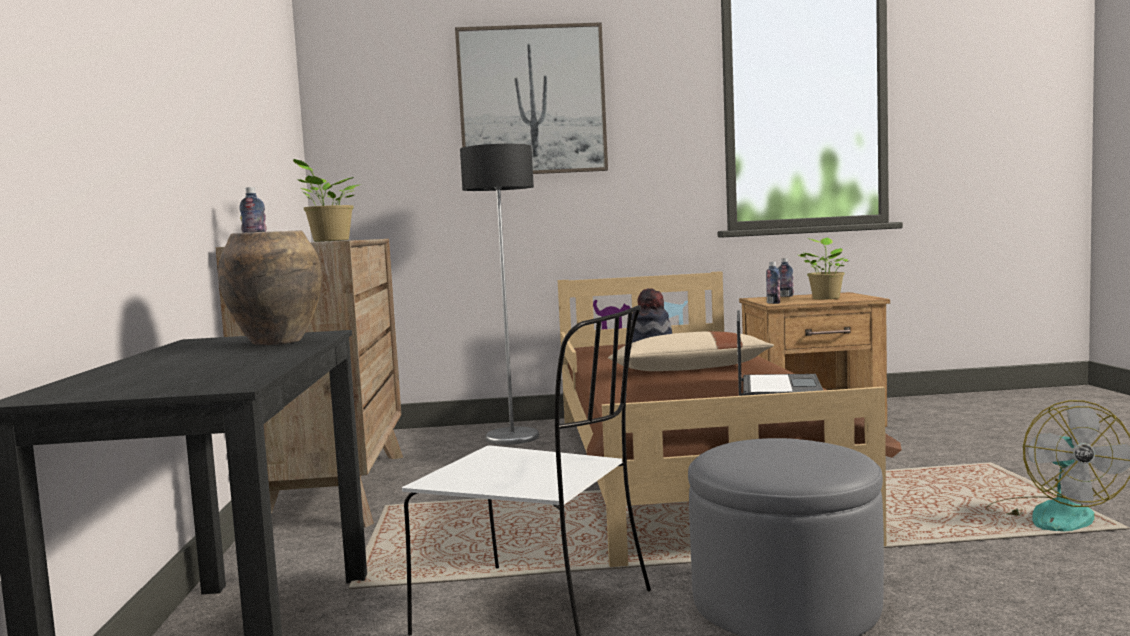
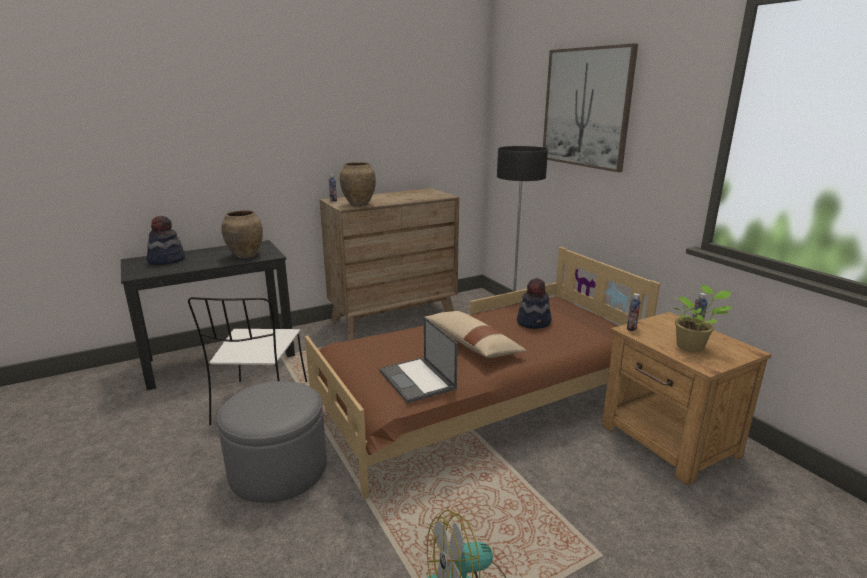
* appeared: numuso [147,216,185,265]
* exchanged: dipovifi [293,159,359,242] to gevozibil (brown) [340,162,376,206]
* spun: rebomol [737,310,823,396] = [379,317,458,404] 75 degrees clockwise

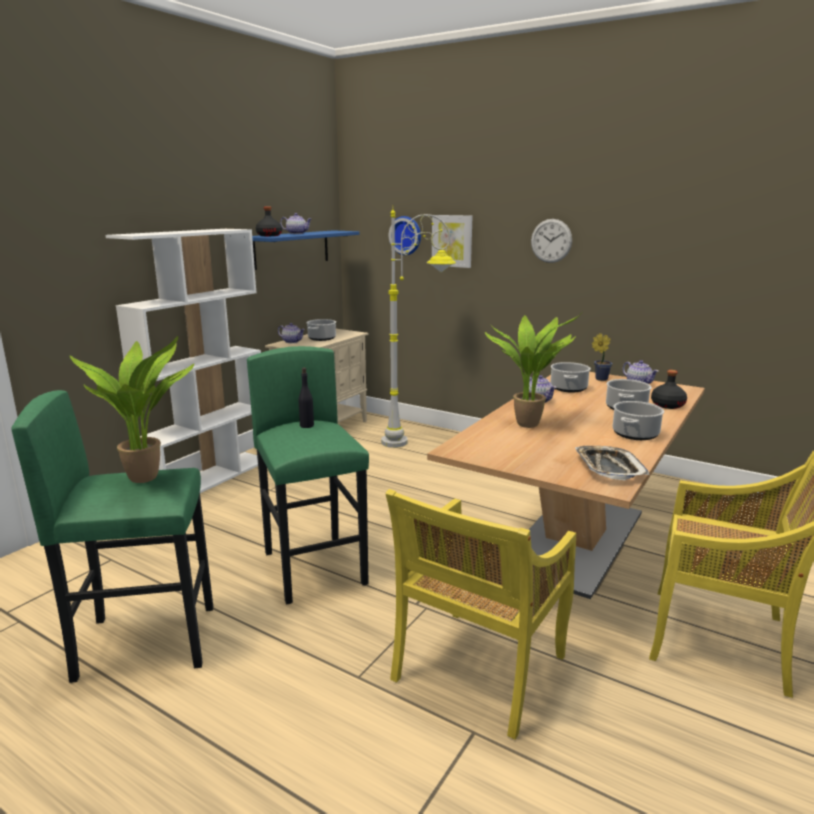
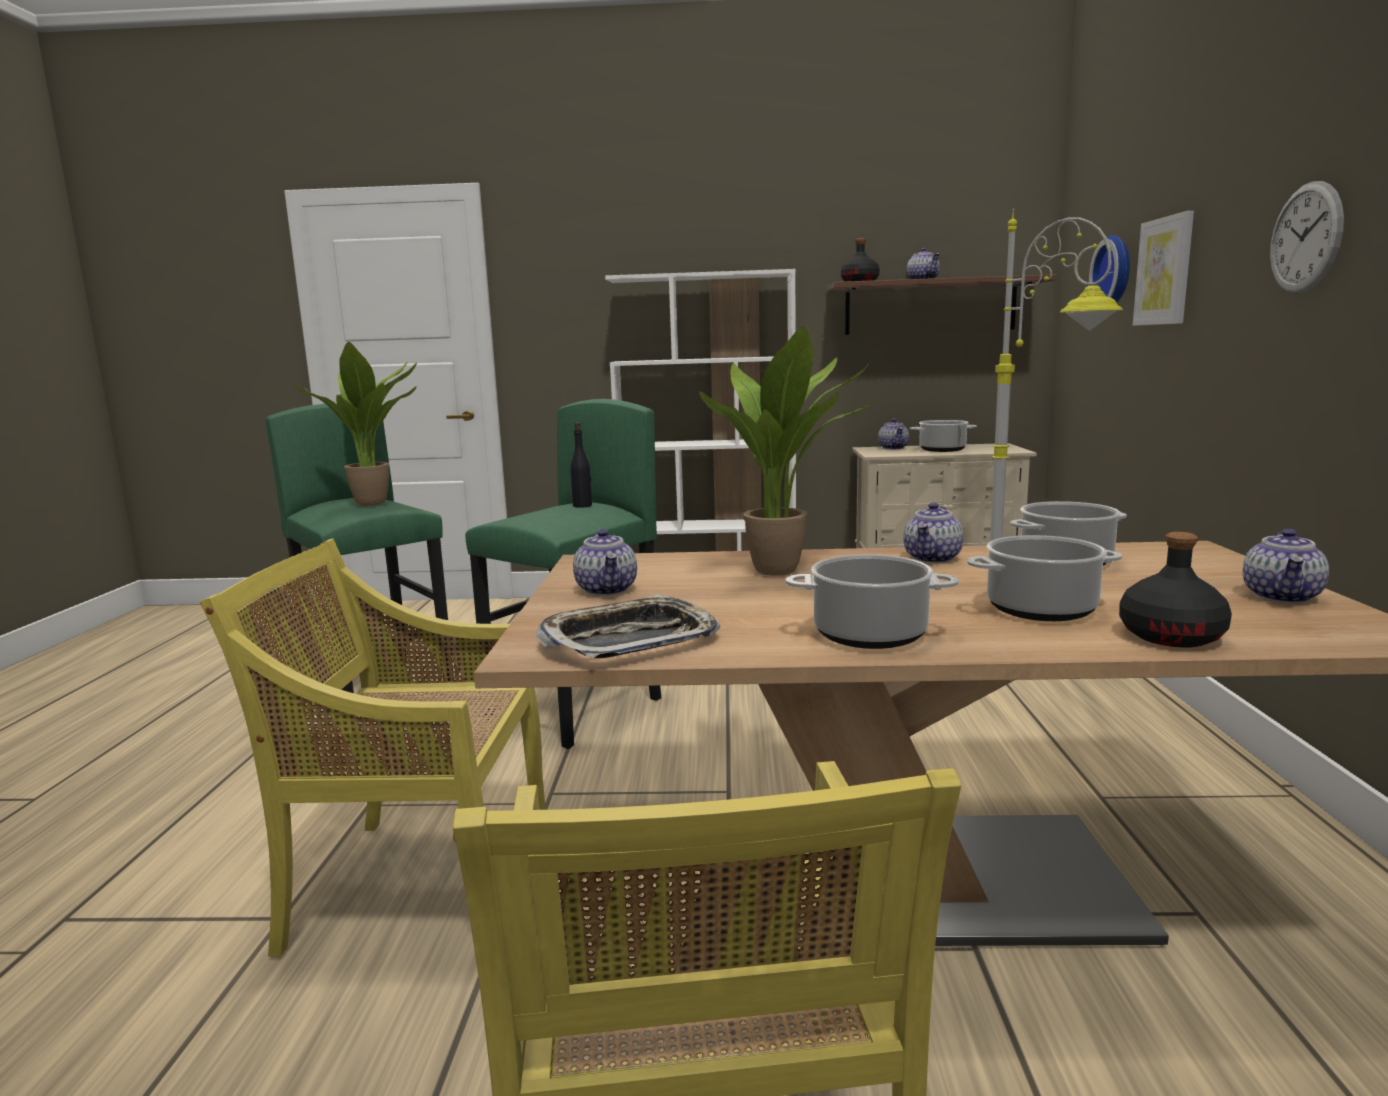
* appeared: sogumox [573,529,637,596]
* colour: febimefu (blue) [252,230,359,270] to febimefu (brown) [827,274,1056,335]
* missing: dipovifi [592,333,613,381]

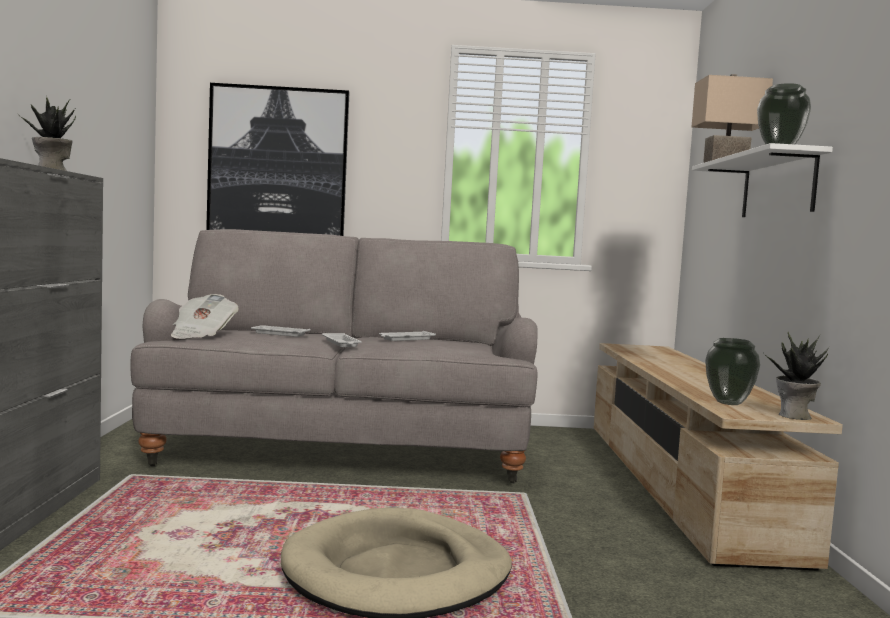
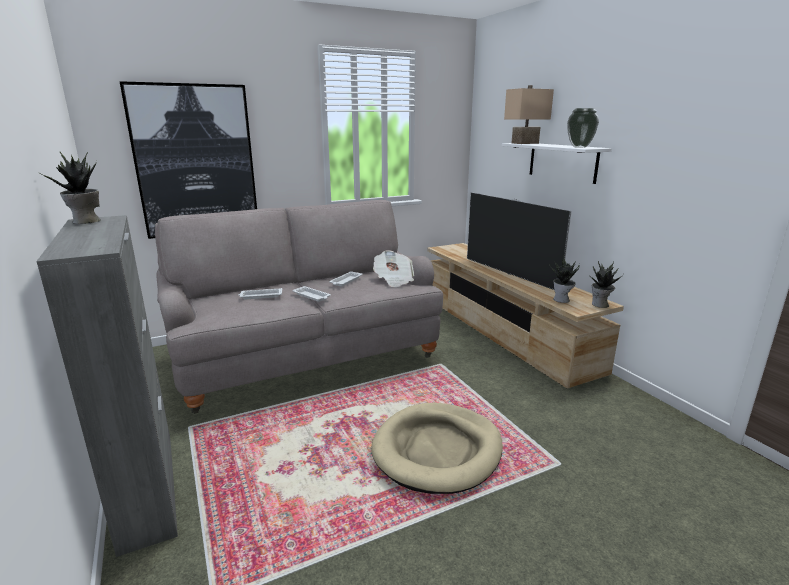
* relocated: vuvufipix [171,294,239,339] to [373,250,414,287]
* appeared: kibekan [467,192,572,290]
* exchanged: gevozibil [705,338,760,405] to dipovifi [549,259,580,303]

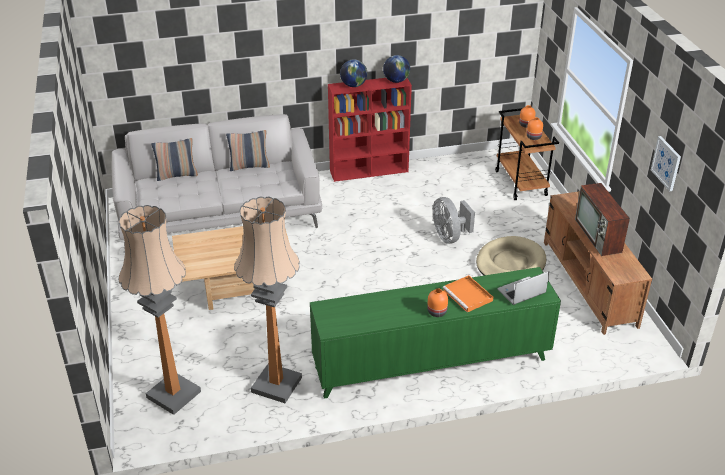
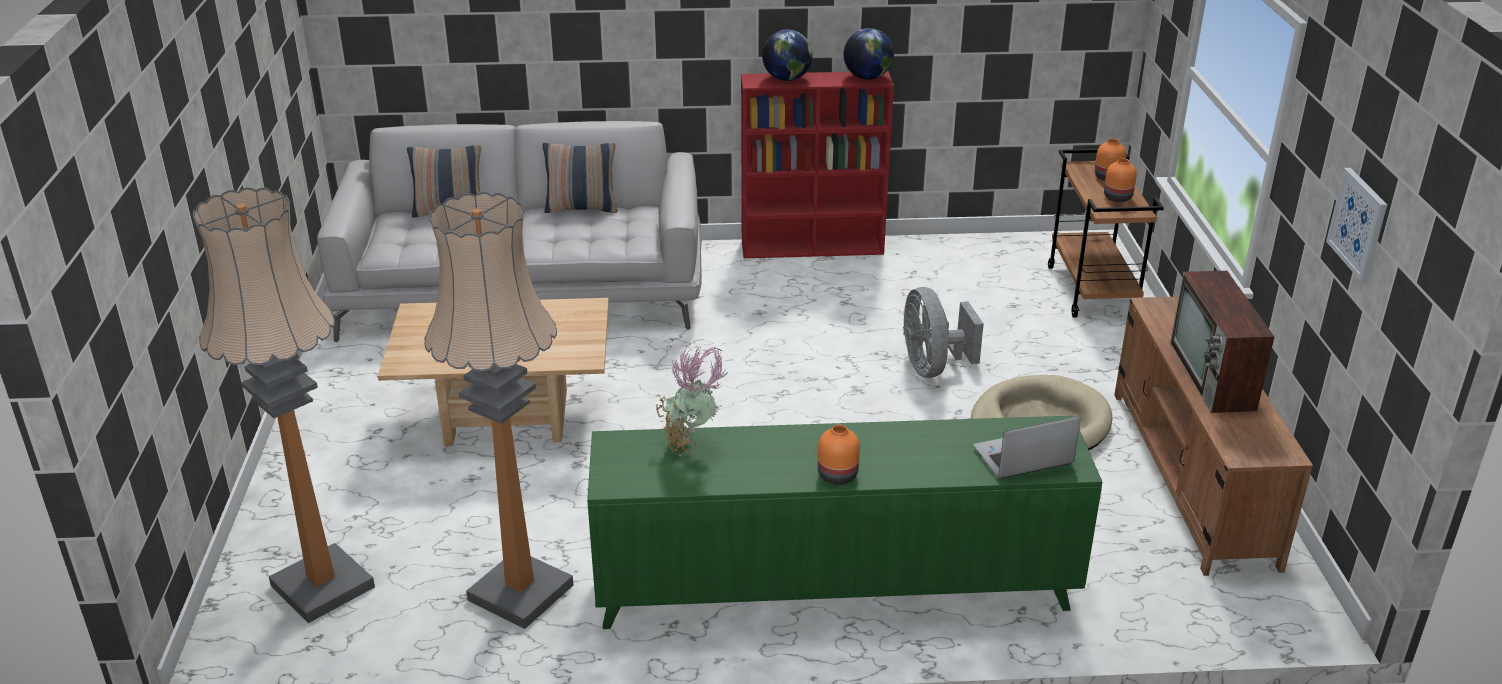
* appeared: dipovifi [656,347,729,457]
* missing: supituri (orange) [443,275,493,312]

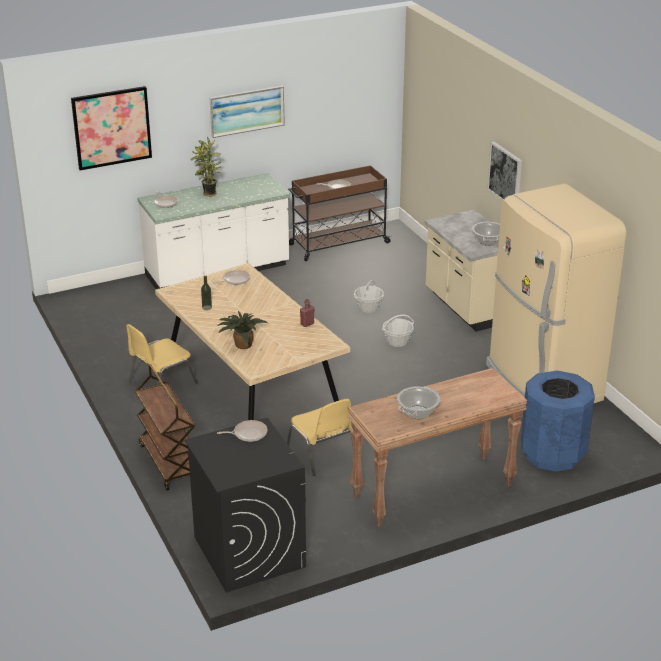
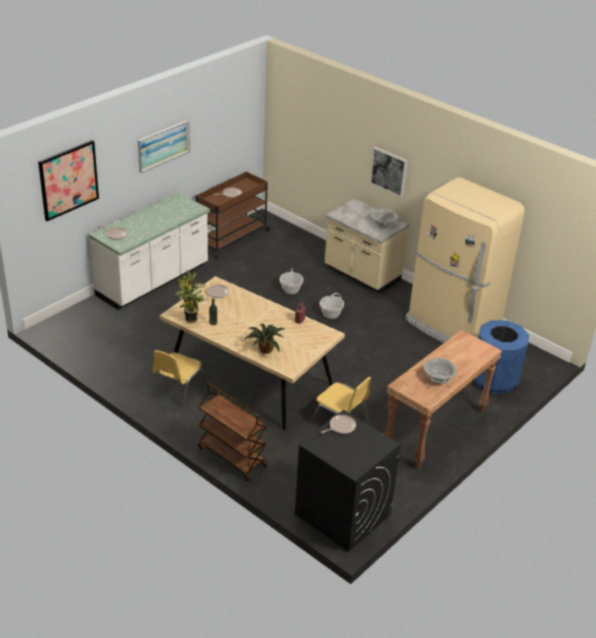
* relocated: dipovifi [190,137,221,197] to [176,270,205,323]

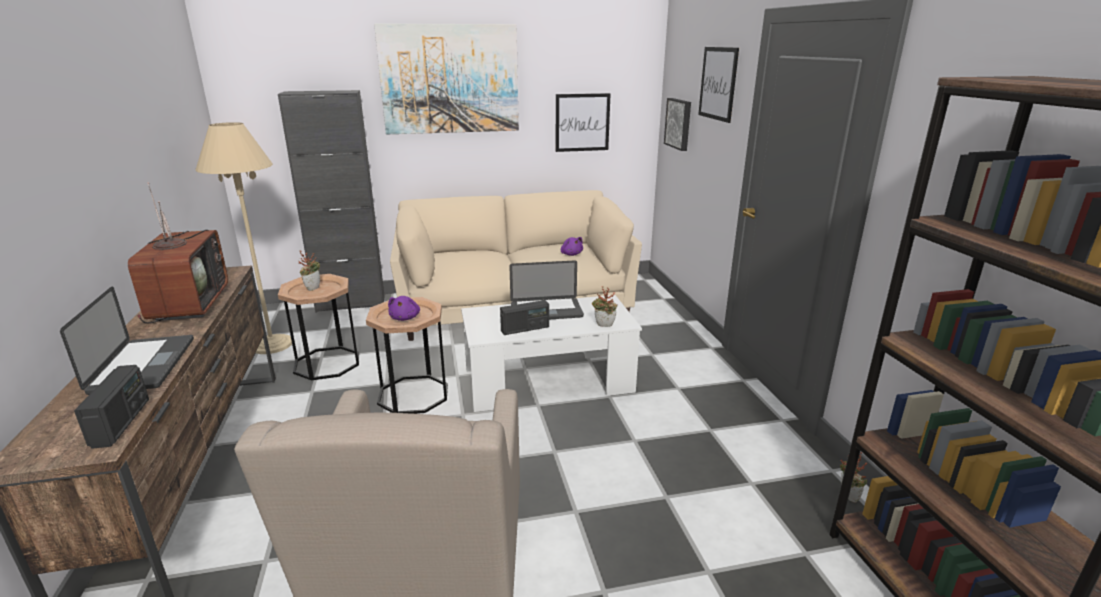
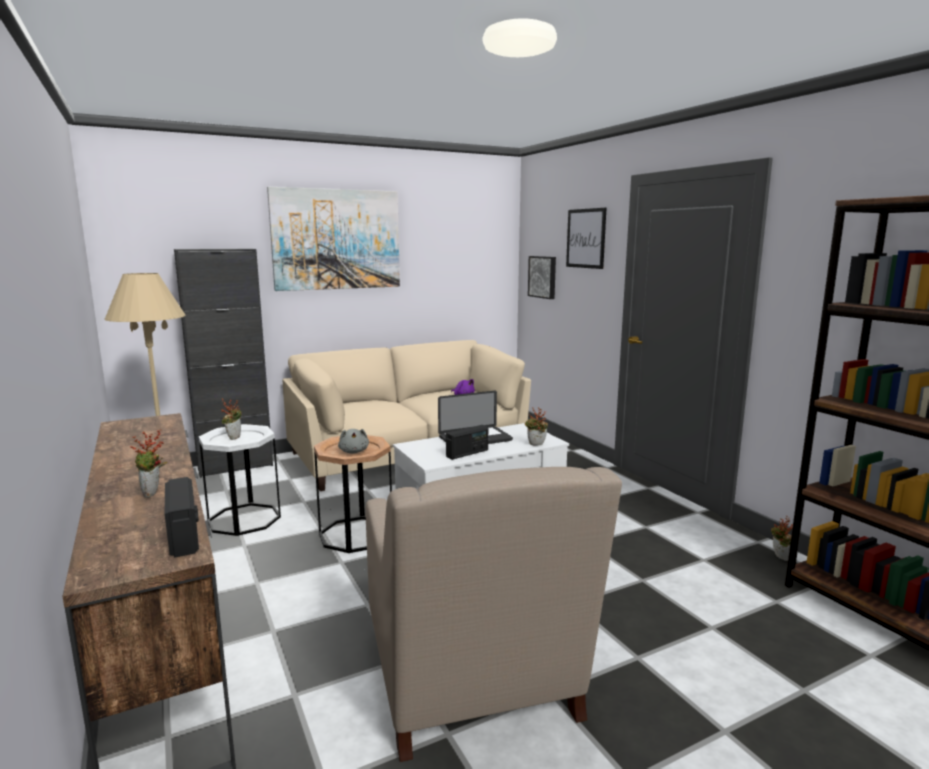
* exchanged: rebomol [60,287,194,395] to dipovifi [130,430,167,498]
* colour: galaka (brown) [278,274,359,380] to galaka (white) [199,424,281,536]
* colour: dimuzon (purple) [388,296,420,321] to dimuzon (grey) [338,429,369,454]
* missing: kibekan [128,182,228,323]
* missing: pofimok [556,93,611,152]

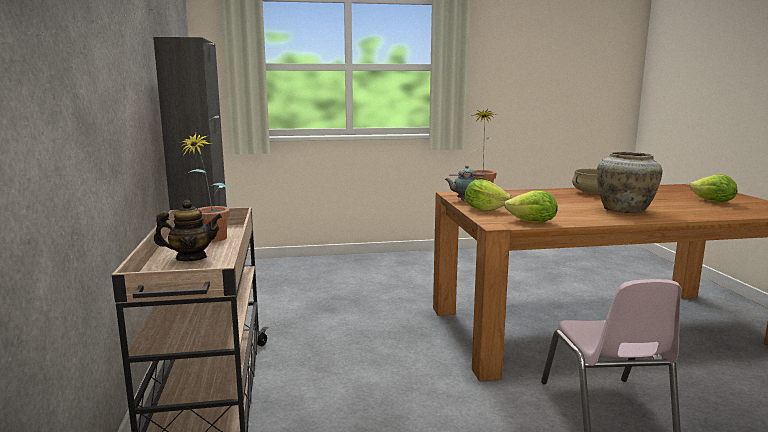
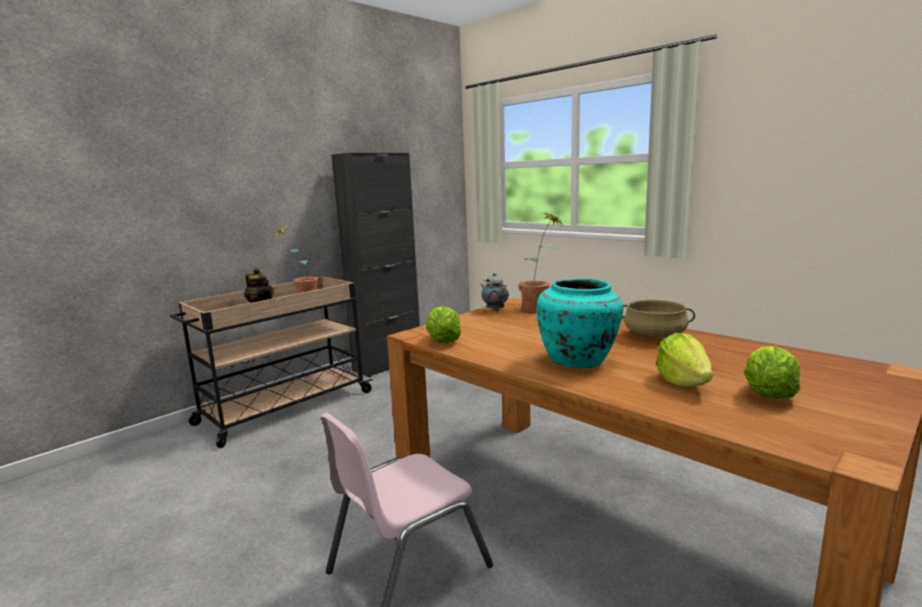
* colour: gevozibil (beige) [596,152,662,213] to gevozibil (turquoise) [537,279,623,368]
* relocated: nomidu [465,179,512,211] to [656,333,713,387]

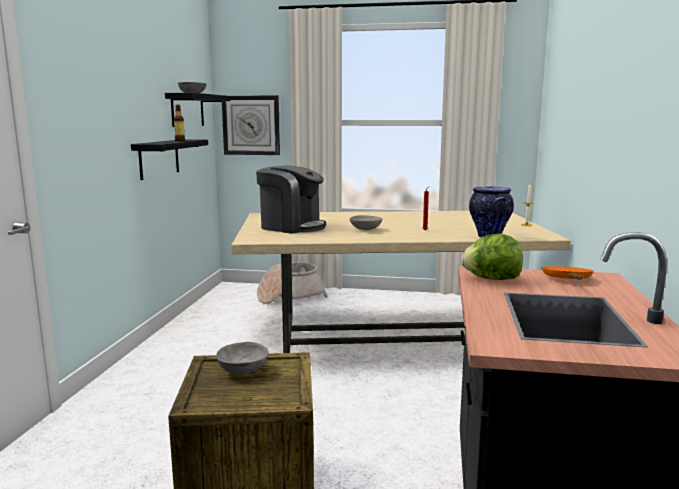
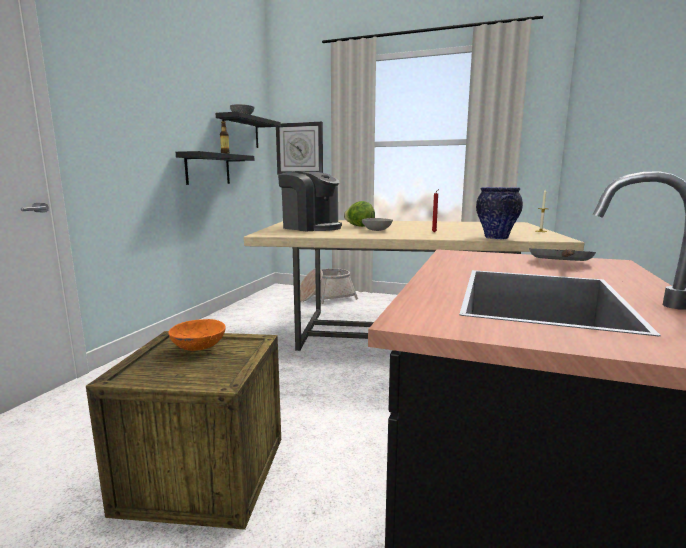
* colour: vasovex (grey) [216,342,269,375] to vasovex (orange) [168,319,226,351]
* relocated: nomidu [461,234,523,280] to [344,201,375,227]
* colour: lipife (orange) [542,266,594,280] to lipife (grey) [529,248,596,261]

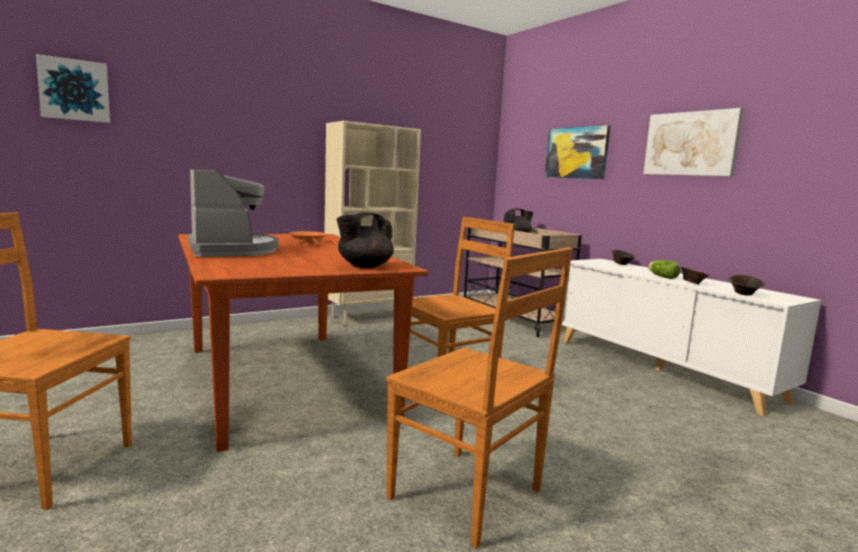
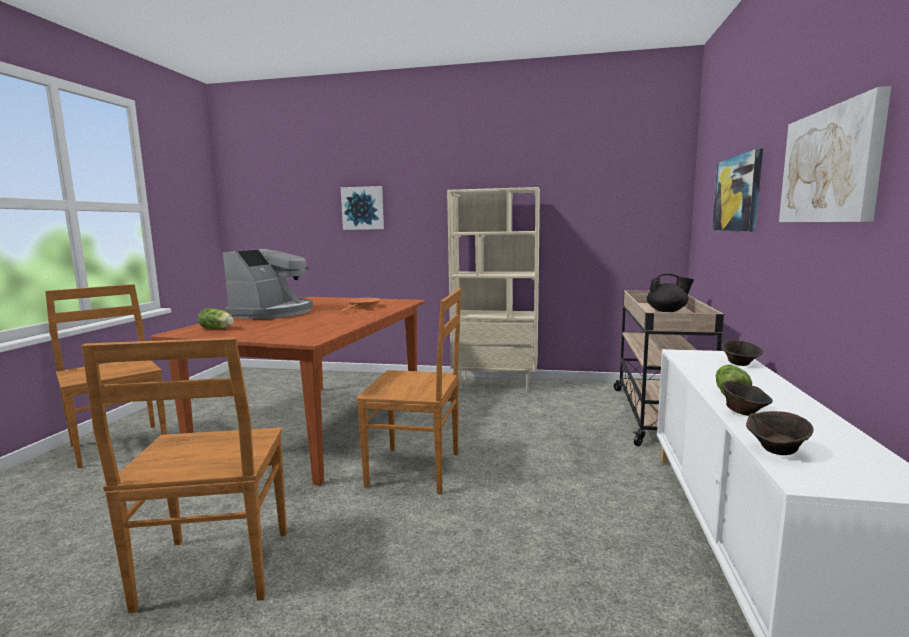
* appeared: nomidu [198,308,234,329]
* relocated: pofimok [36,54,110,123] to [341,186,384,230]
* missing: sogumox (black) [337,212,394,268]

